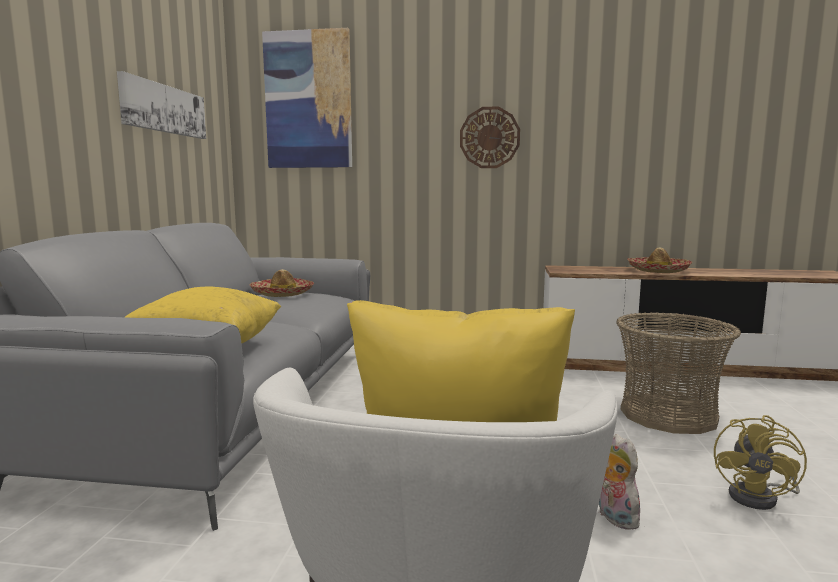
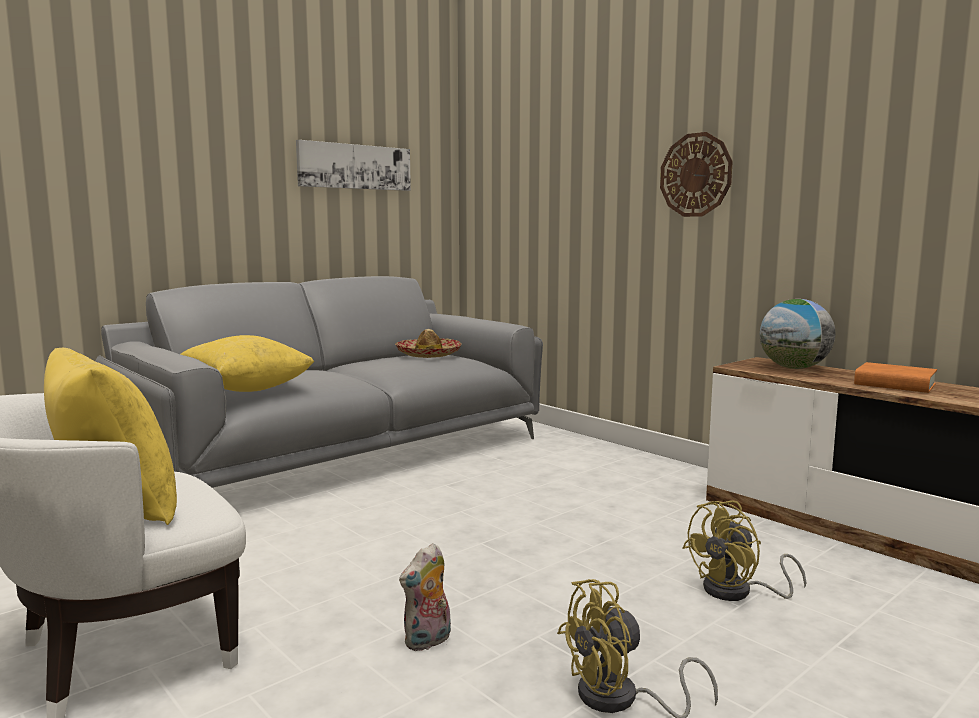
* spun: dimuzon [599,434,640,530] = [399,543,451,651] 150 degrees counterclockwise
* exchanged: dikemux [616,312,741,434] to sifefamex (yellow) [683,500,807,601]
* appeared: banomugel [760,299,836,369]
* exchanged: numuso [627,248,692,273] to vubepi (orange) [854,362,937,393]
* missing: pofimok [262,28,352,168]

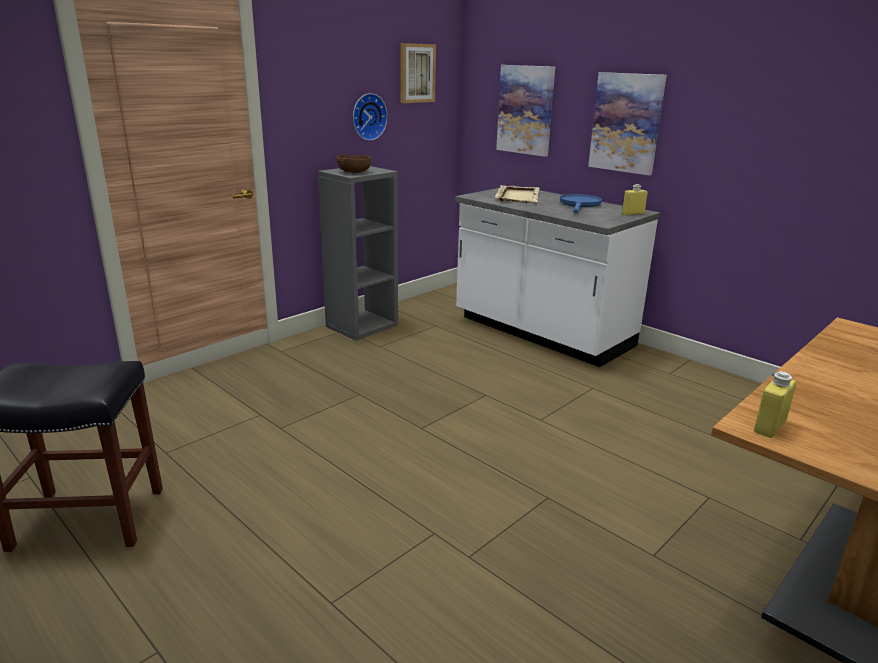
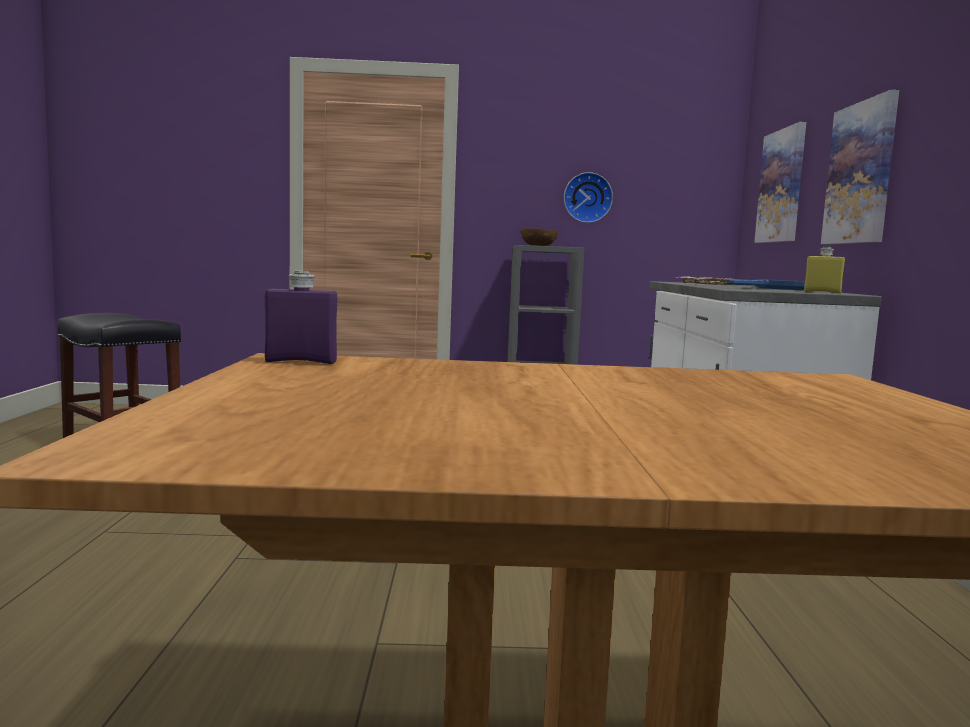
* colour: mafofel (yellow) [754,371,797,438] to mafofel (purple) [265,271,337,364]
* missing: pofimok [400,43,436,103]

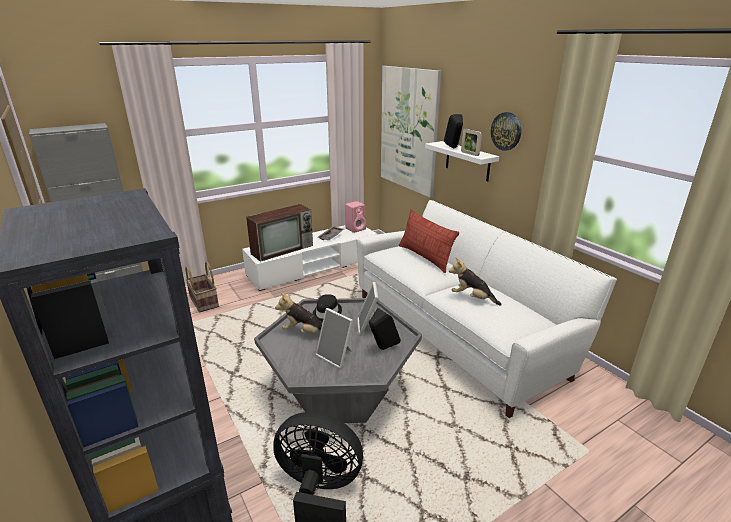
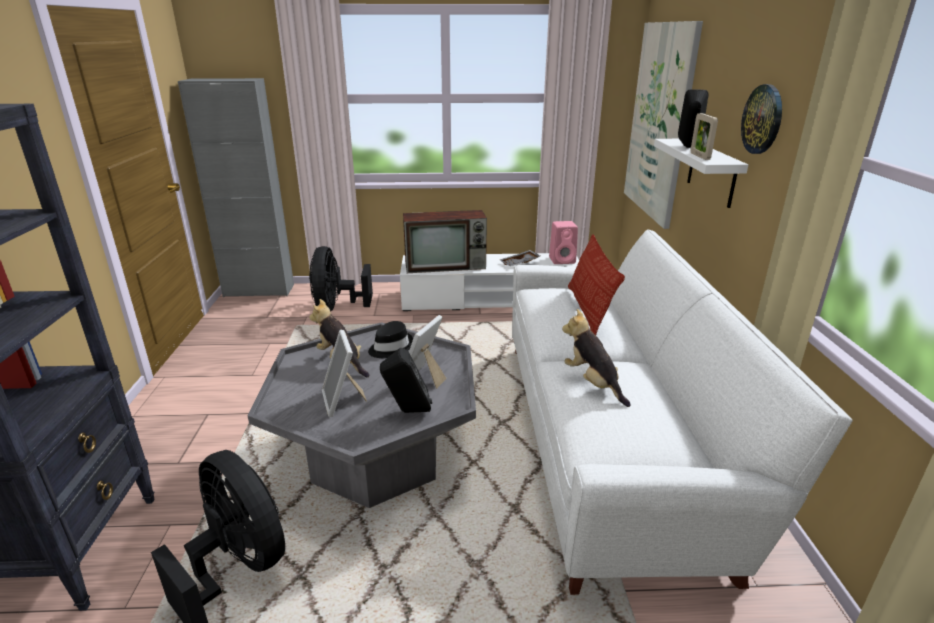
* exchanged: dikemux [185,261,219,313] to sifefamex (black) [309,246,373,311]

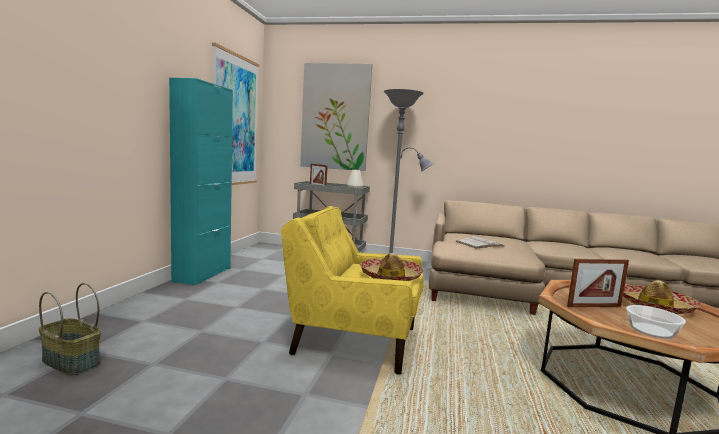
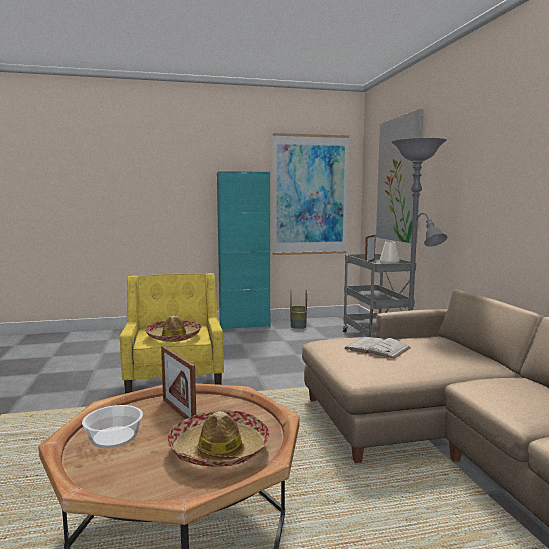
* relocated: dikemux [39,283,101,375] to [290,289,307,329]

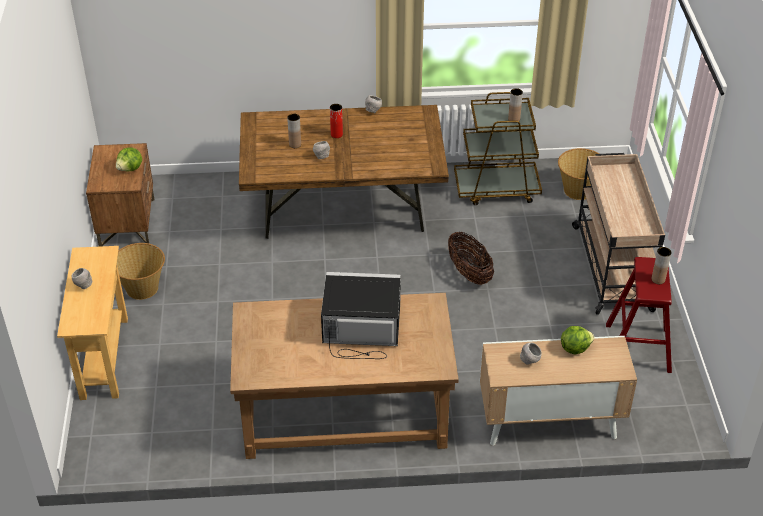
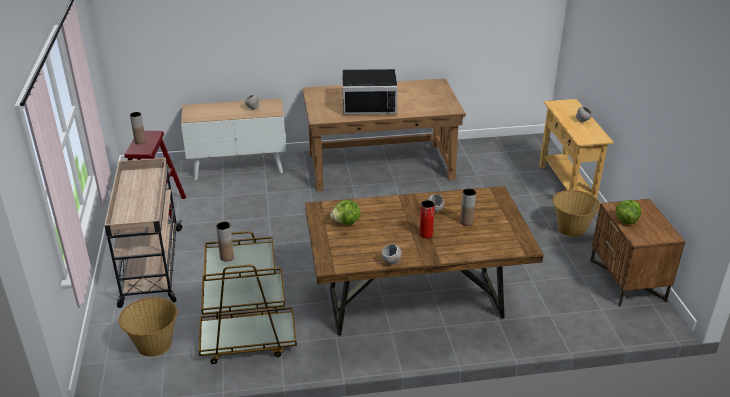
* relocated: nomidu [561,326,595,354] to [330,200,361,225]
* missing: dikemux [448,232,494,285]

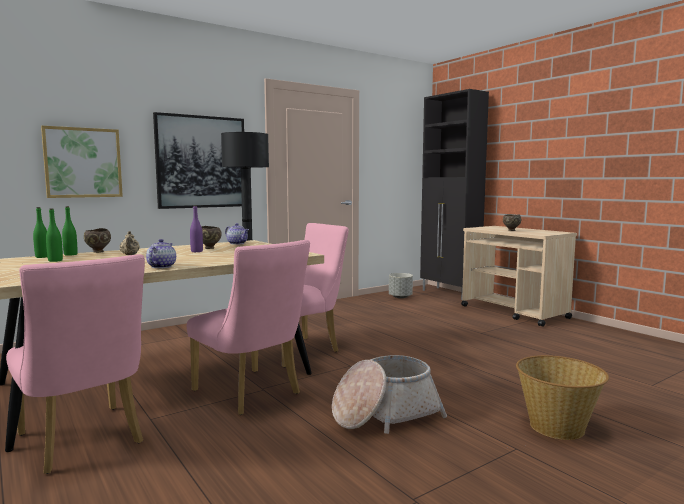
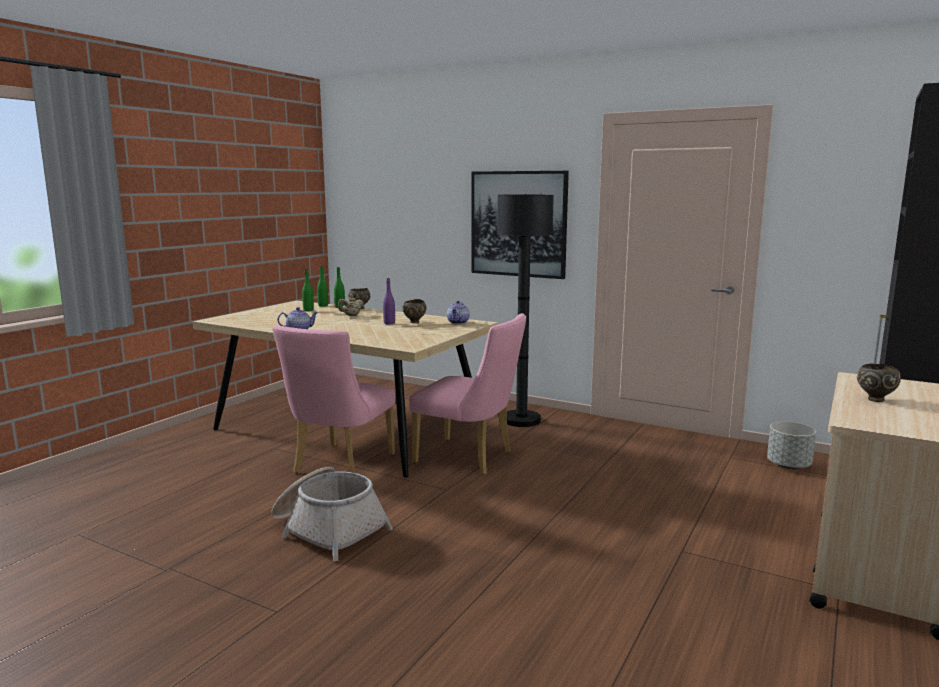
* missing: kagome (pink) [6,254,145,474]
* missing: pofimok [41,126,123,198]
* missing: dikemux [516,355,609,440]

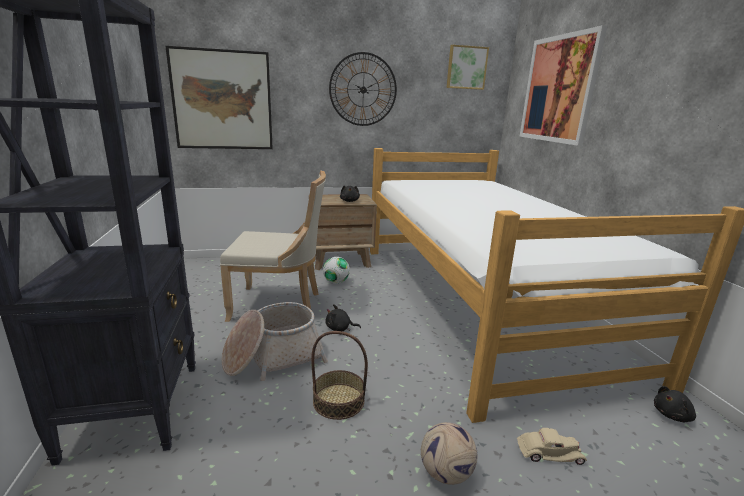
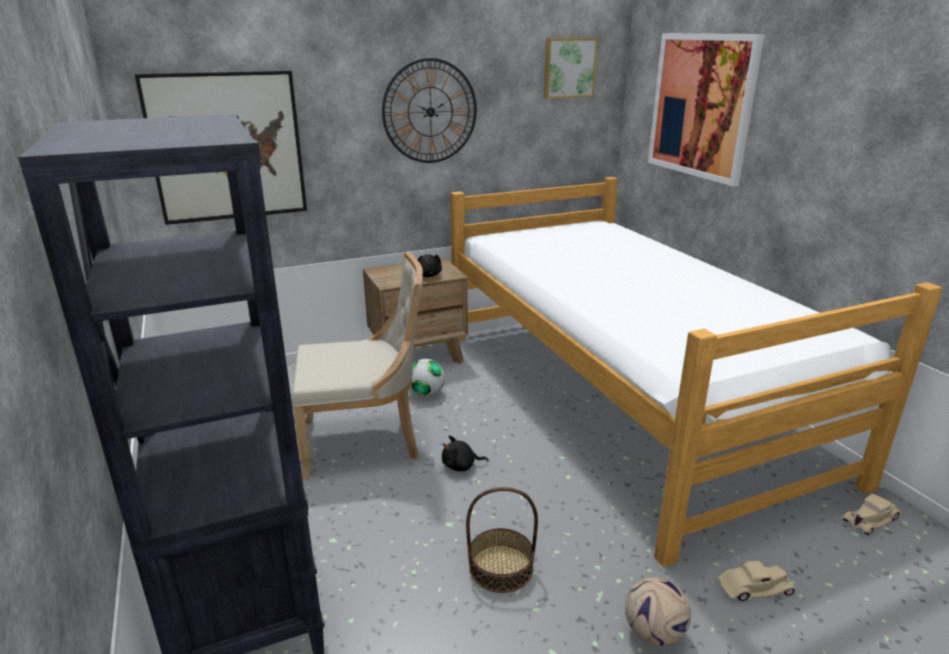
* exchanged: dimuzon (black) [654,386,696,422] to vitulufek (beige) [843,494,902,535]
* missing: dikemux [222,302,328,381]

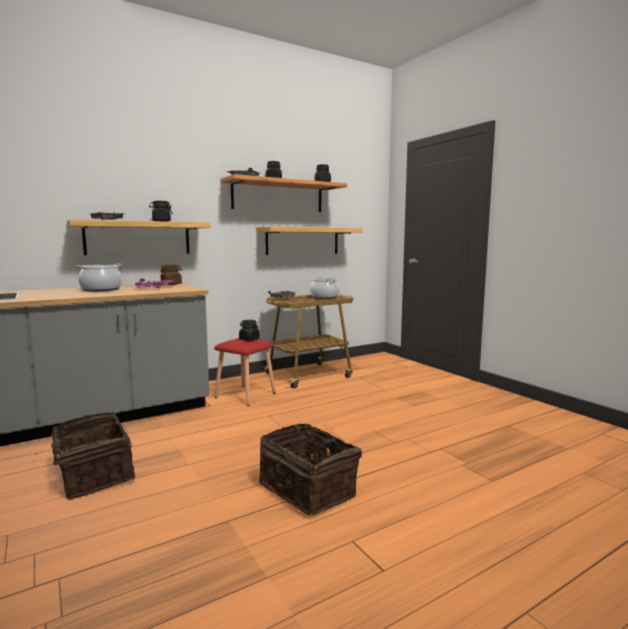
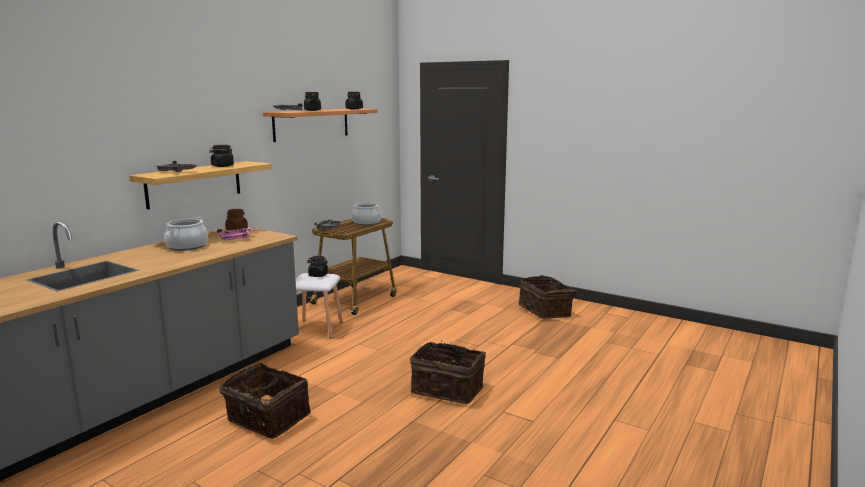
* colour: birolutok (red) [214,338,276,406] to birolutok (white) [295,273,343,339]
* appeared: dikemux [519,275,576,319]
* missing: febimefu [256,227,362,255]

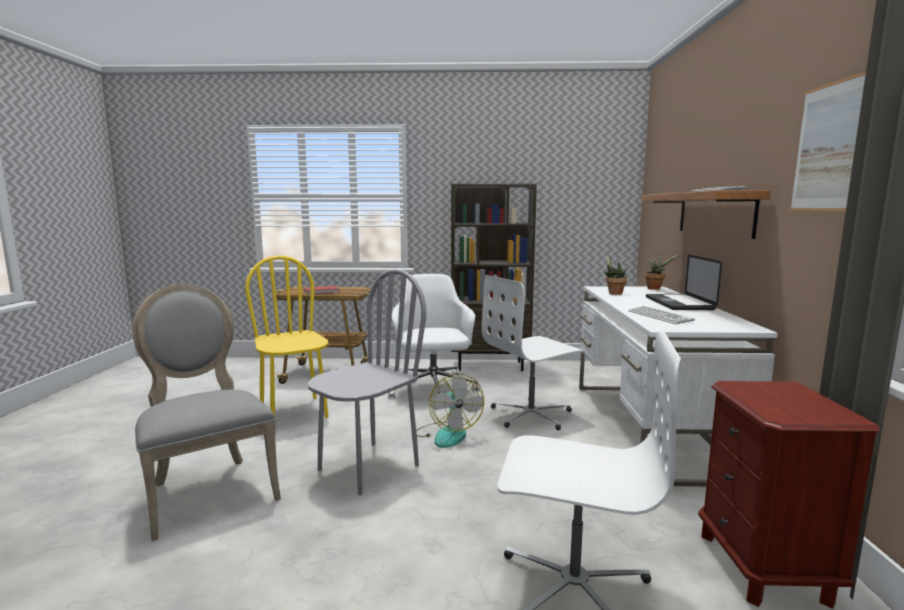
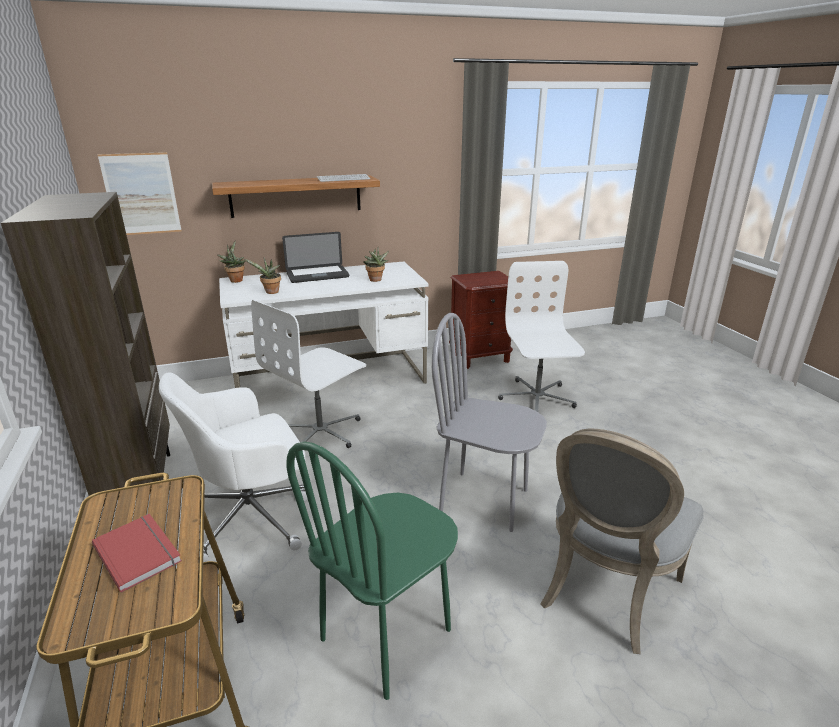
* relocated: pofimok [790,71,866,211] to [97,152,182,235]
* spun: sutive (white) [482,275,584,430] = [251,300,367,448] 90 degrees clockwise
* colour: kagome (yellow) [245,255,328,418] to kagome (green) [286,441,458,700]
* exchanged: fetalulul [628,306,695,324] to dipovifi [363,248,389,282]
* missing: sifefamex [416,374,484,448]

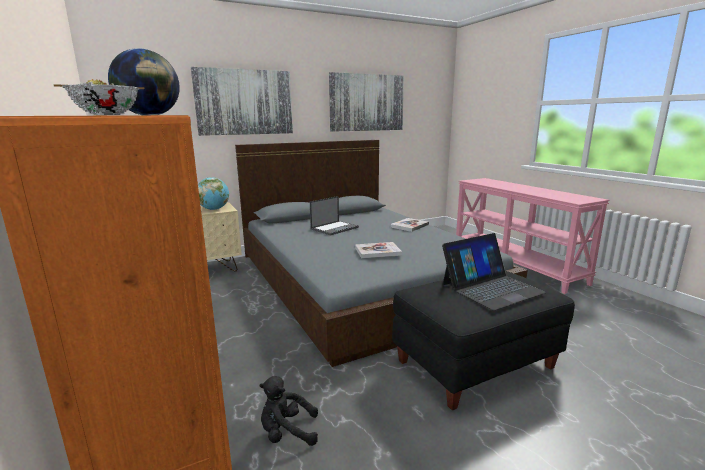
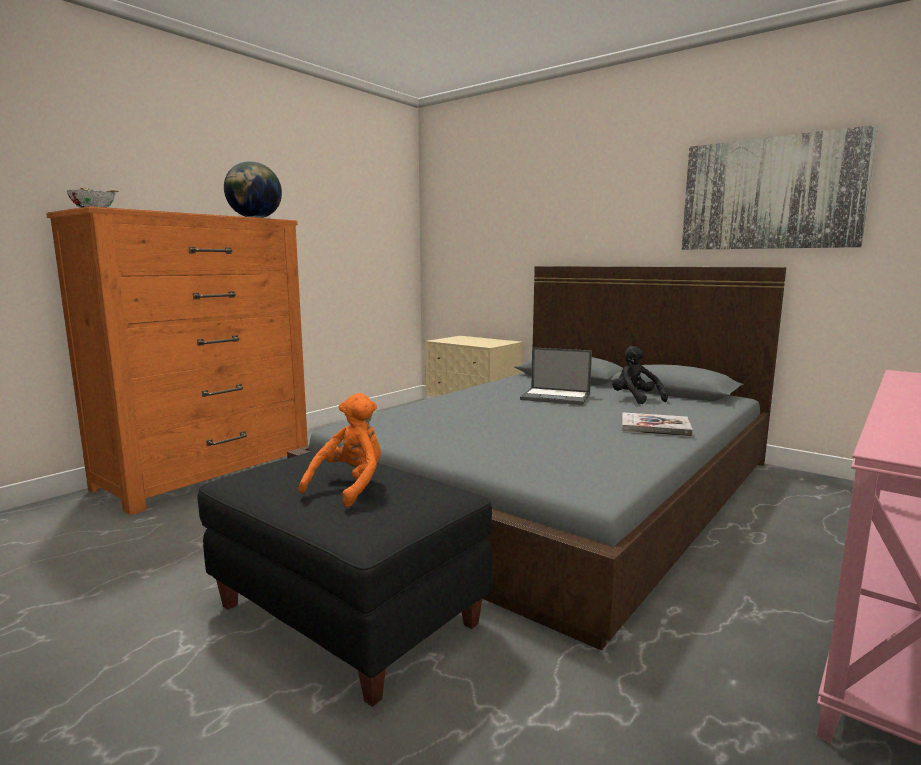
* exchanged: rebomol [442,233,546,311] to dimuzon (orange) [298,393,381,507]
* relocated: dimuzon (black) [259,376,318,446] to [612,346,668,404]
* missing: pofimok [191,67,293,136]
* missing: banomugel [198,177,229,210]
* missing: vubepi [355,242,402,258]

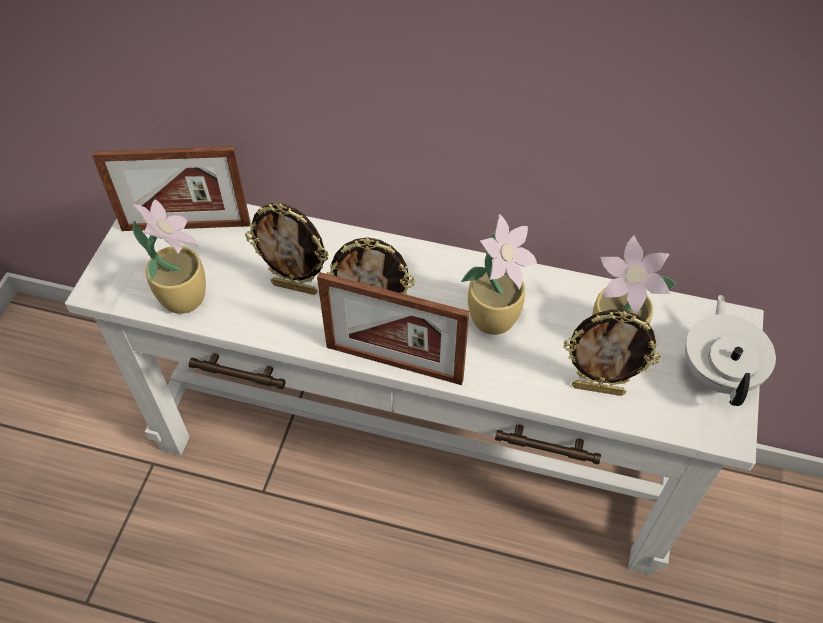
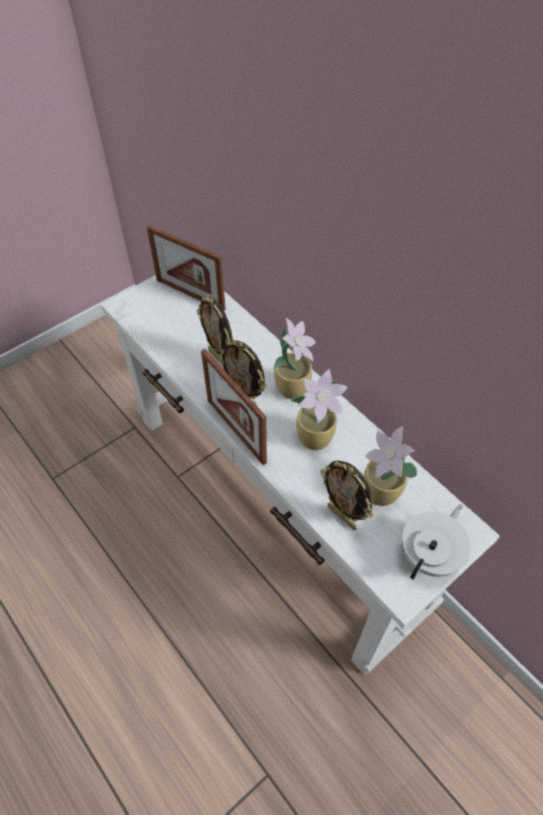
* relocated: dipovifi [132,199,206,314] to [274,318,316,399]

